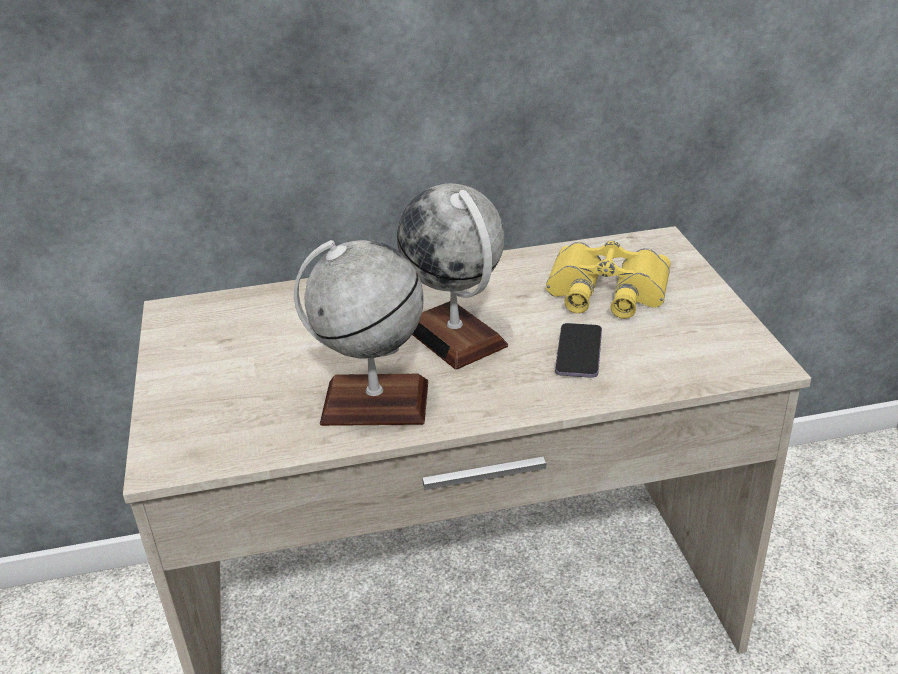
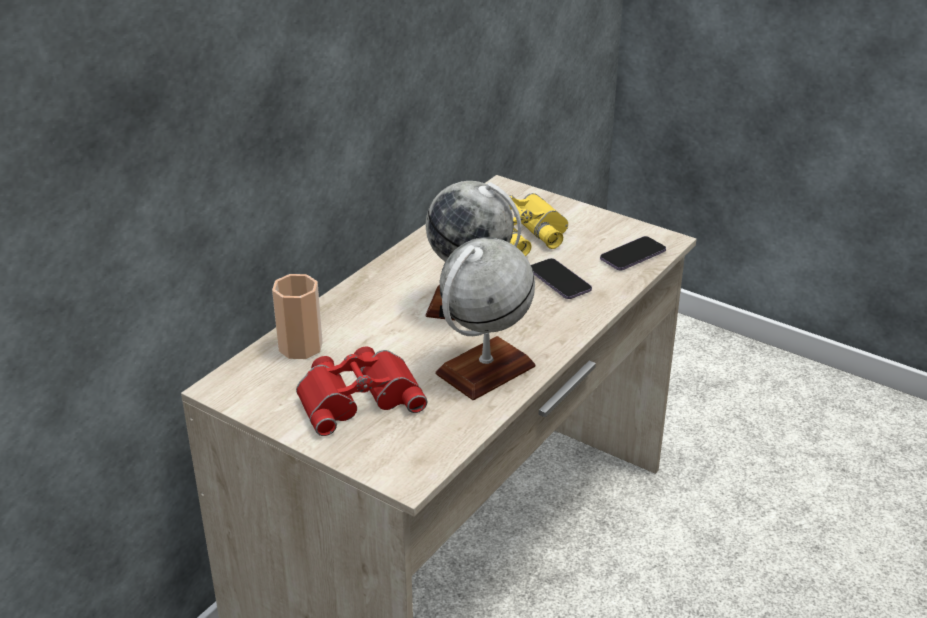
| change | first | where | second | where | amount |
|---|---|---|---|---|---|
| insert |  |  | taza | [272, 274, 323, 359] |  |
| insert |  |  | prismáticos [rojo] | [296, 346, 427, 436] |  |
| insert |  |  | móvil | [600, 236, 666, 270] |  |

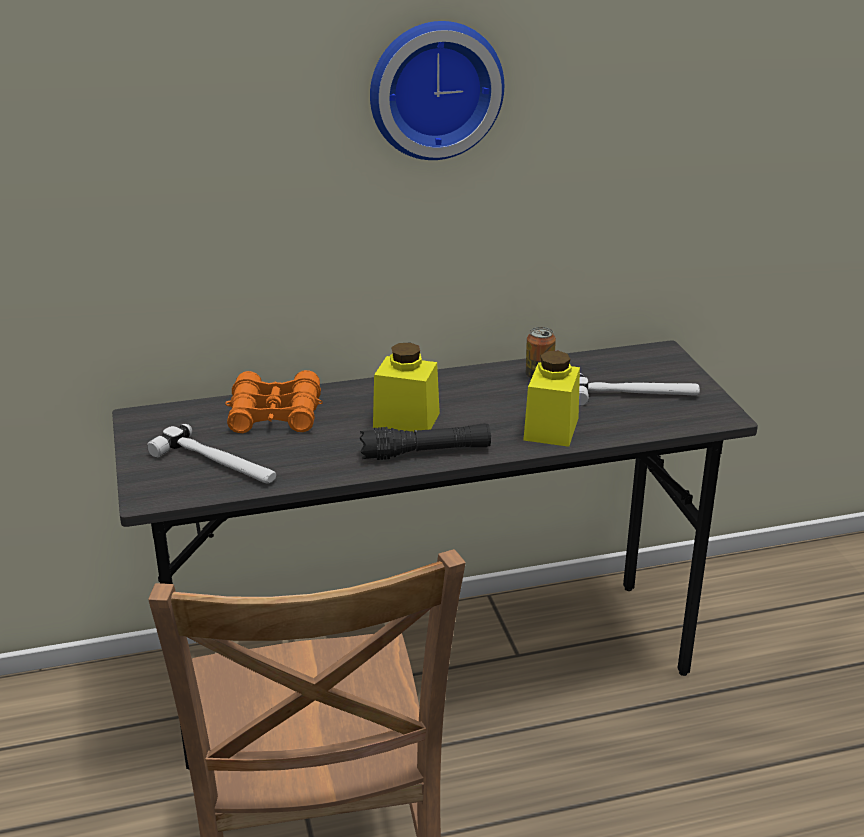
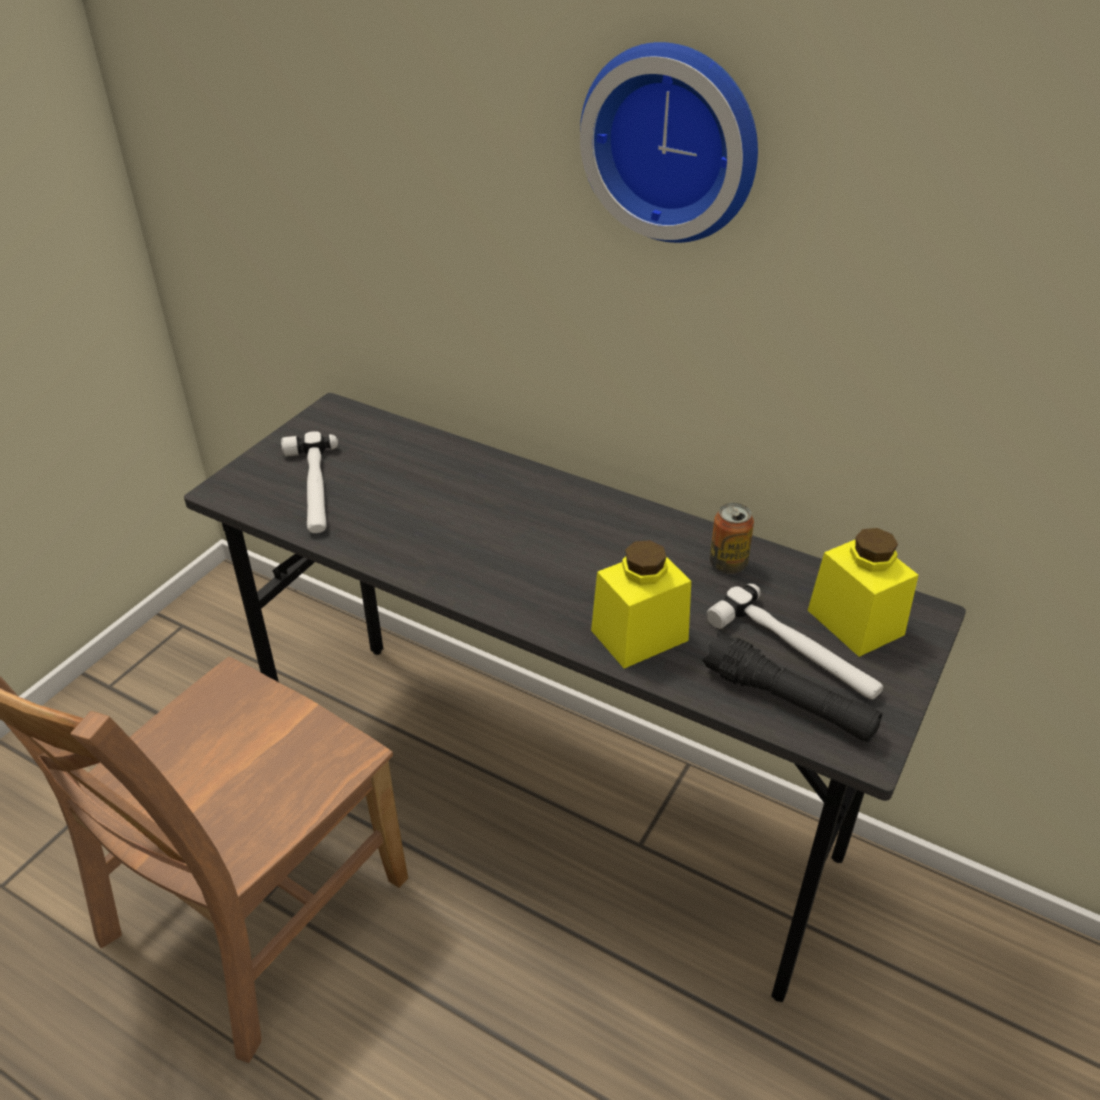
| change | first | where | second | where | amount |
|---|---|---|---|---|---|
| delete | prismáticos [naranja] | [225, 370, 323, 433] |  |  |  |
| move | linterna [negro] | [360, 423, 491, 460] |  | [703, 632, 882, 743] |  |
| move | tarro [amarillo] | [373, 343, 440, 432] |  | [808, 528, 918, 657] |  |

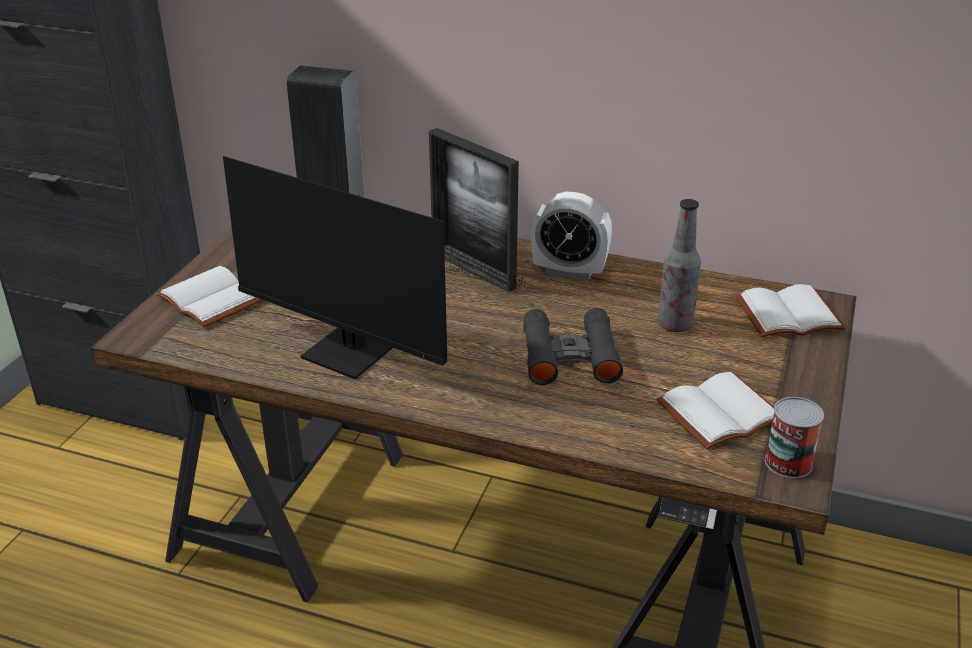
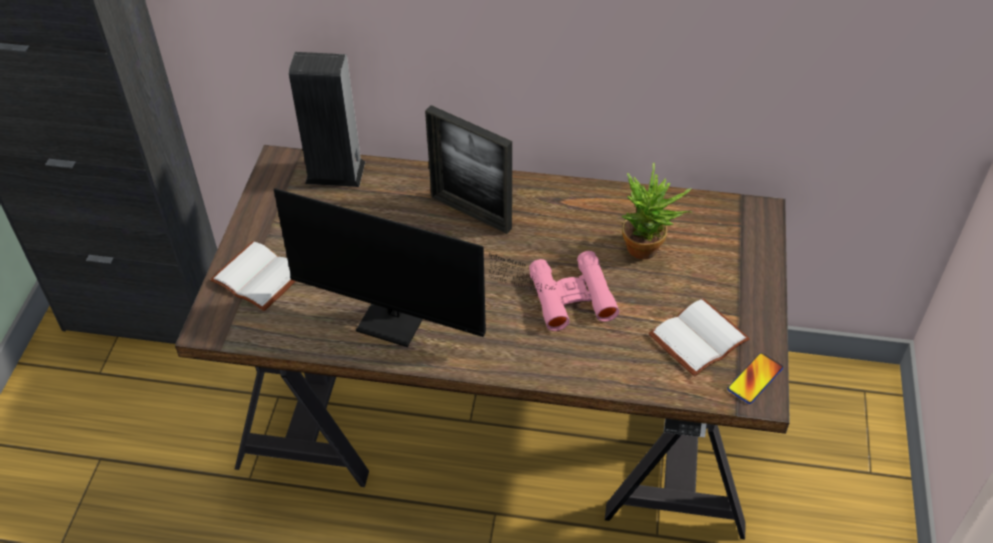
| change | first | where | second | where | amount |
|---|---|---|---|---|---|
| recolor | prismáticos [negro] | [523, 308, 623, 385] | prismáticos [rosa] | [529, 251, 619, 331] |  |
| delete | despertador | [531, 192, 612, 280] |  |  |  |
| replace | botella | [658, 199, 701, 332] | planta en maceta | [622, 163, 692, 259] |  |
| delete | libro [blanco] | [735, 284, 846, 337] |  |  |  |
| replace | lata | [765, 397, 824, 478] | móvil | [728, 353, 783, 404] |  |

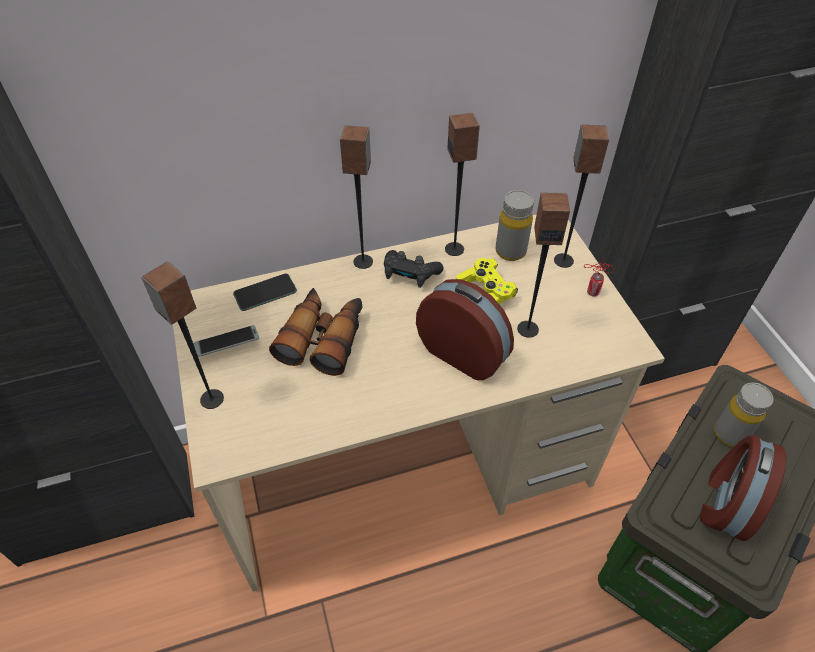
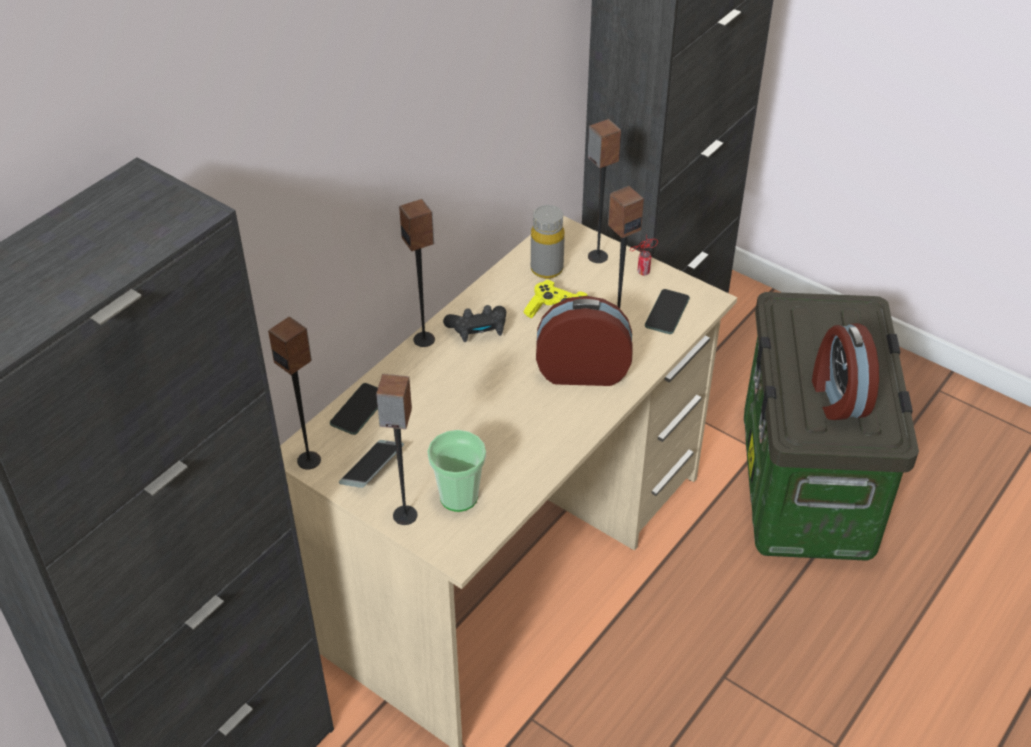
| change | first | where | second | where | amount |
|---|---|---|---|---|---|
| delete | prismáticos | [269, 288, 362, 376] |  |  |  |
| move | altavoz | [445, 113, 480, 256] |  | [268, 317, 321, 470] |  |
| delete | botella [gris] | [714, 382, 773, 447] |  |  |  |
| insert |  |  | taza | [427, 430, 486, 512] |  |
| insert |  |  | móvil | [645, 289, 690, 334] |  |

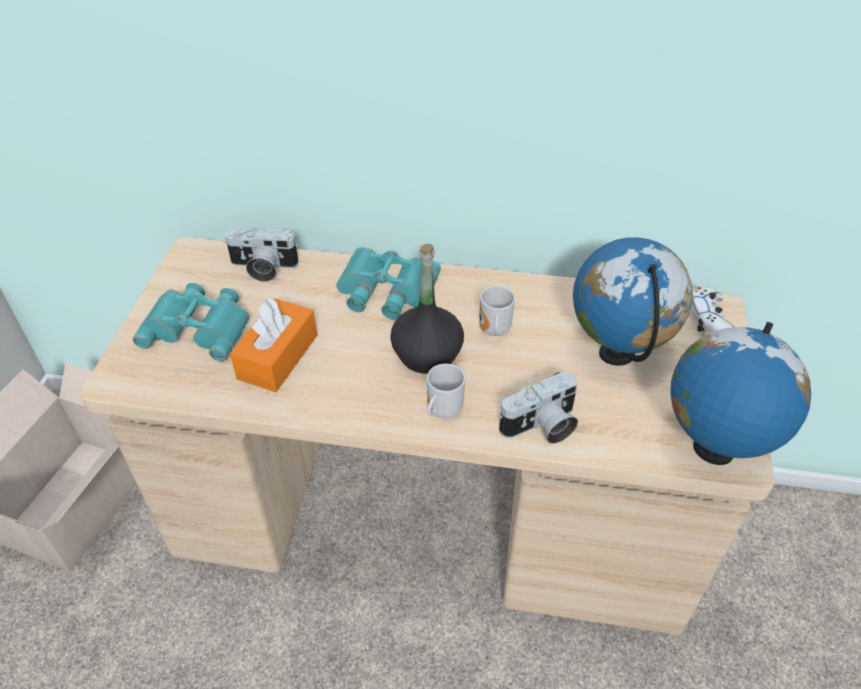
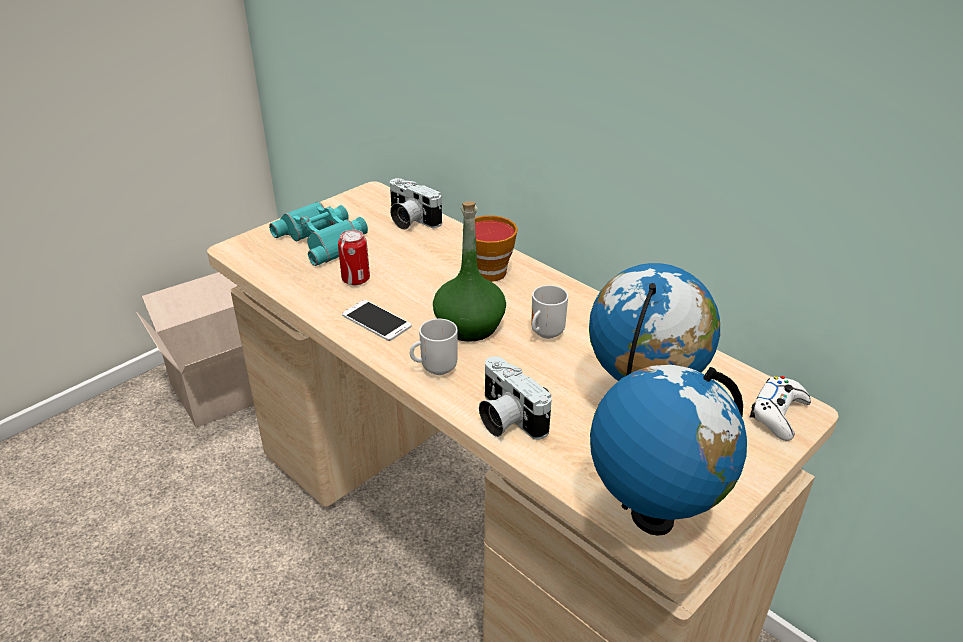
| change | first | where | second | where | amount |
|---|---|---|---|---|---|
| replace | caja de pañuelos [naranja] | [230, 298, 317, 392] | lata | [338, 230, 370, 285] |  |
| replace | prismáticos [turquesa] | [336, 247, 441, 319] | taza | [475, 215, 518, 282] |  |
| recolor | botella [negro] | [390, 244, 464, 374] | botella [verde] | [433, 201, 506, 342] |  |
| rotate | cámara | [499, 371, 578, 444] |  | [479, 356, 552, 440] | 45 degrees clockwise |
| insert |  |  | móvil | [342, 300, 412, 341] |  |

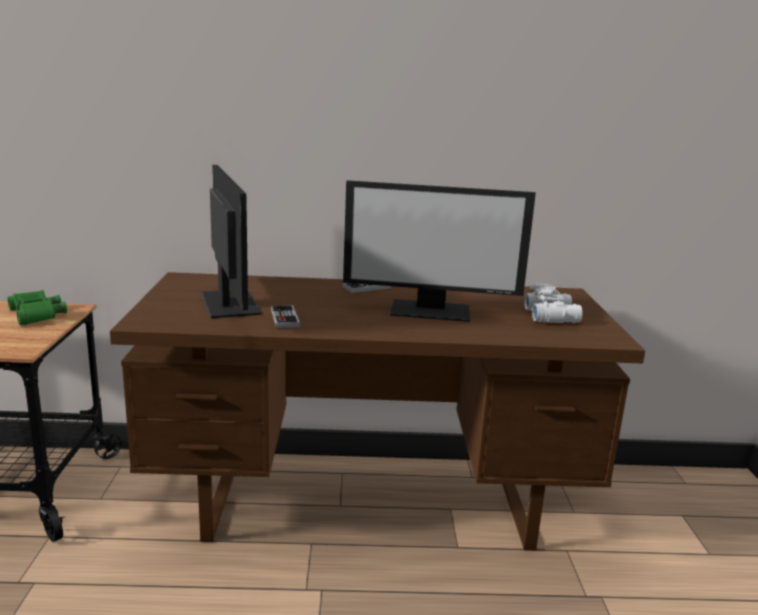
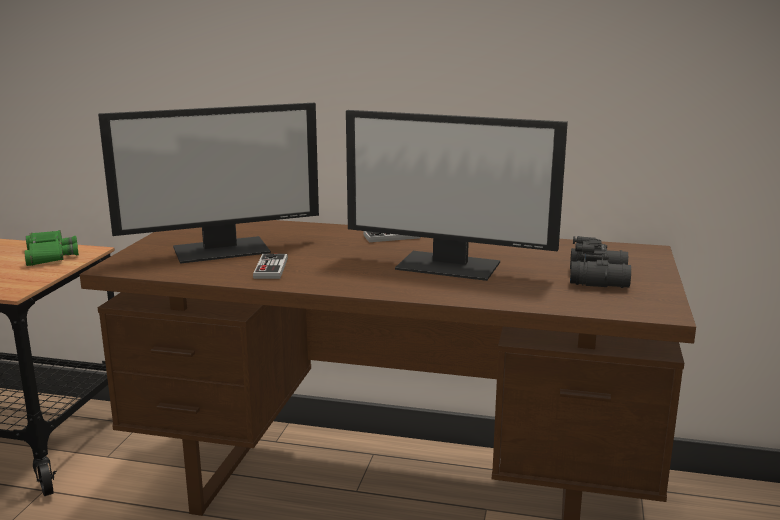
| change | first | where | second | where | amount |
|---|---|---|---|---|---|
| rotate | monitor | [201, 165, 261, 318] |  | [98, 103, 319, 264] | 75 degrees clockwise |
| recolor | prismáticos [blanco] | [524, 283, 583, 323] | prismáticos [negro] | [570, 236, 631, 288] |  |

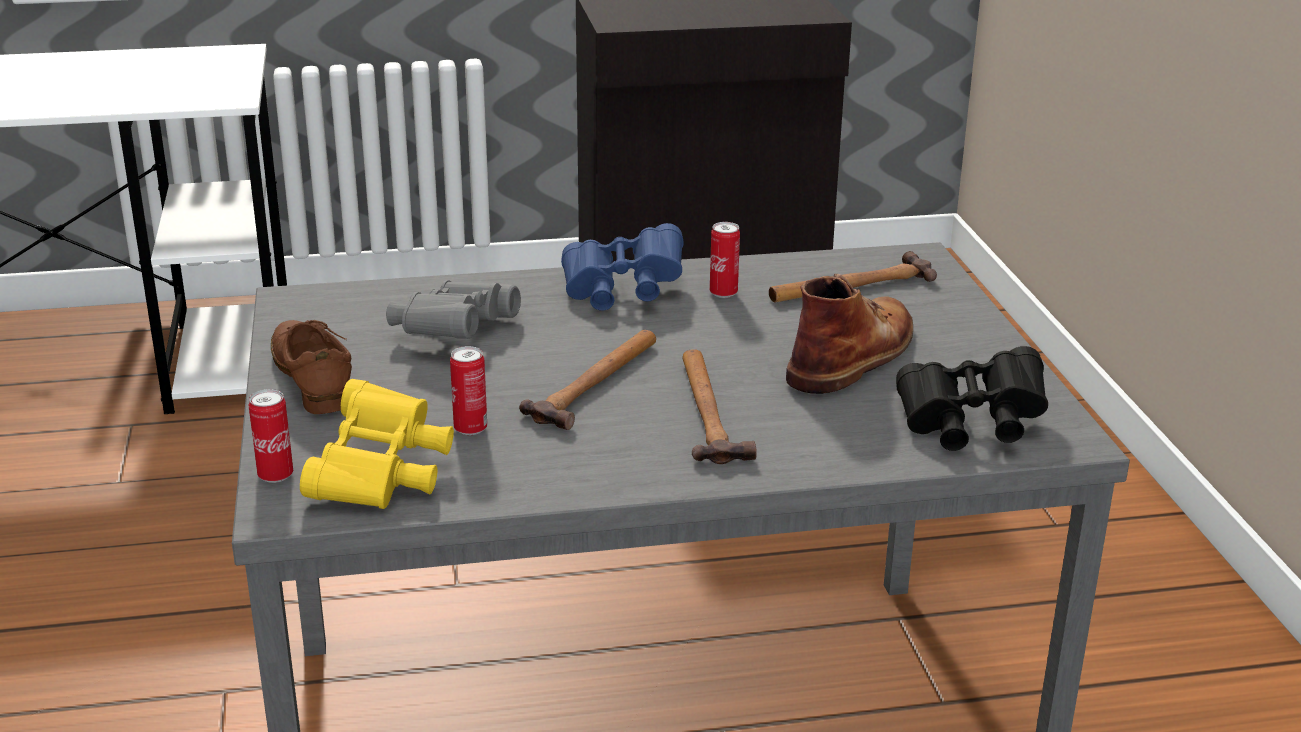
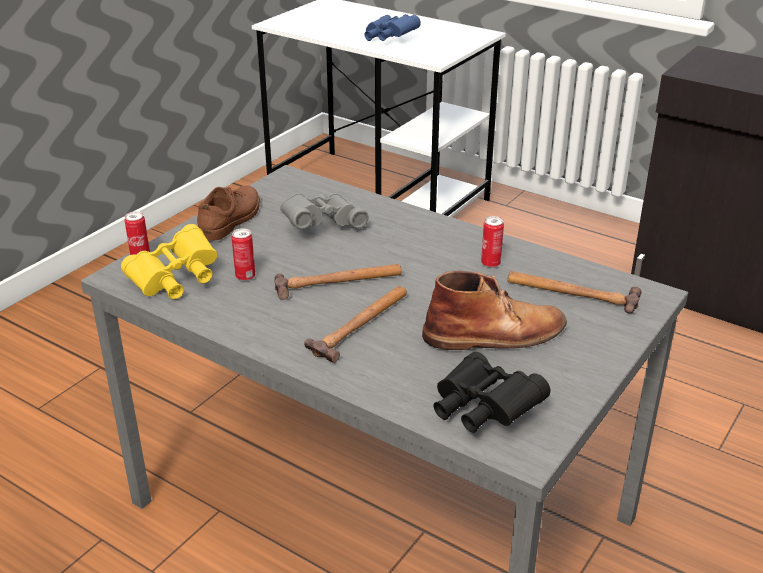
| change | first | where | second | where | amount |
|---|---|---|---|---|---|
| move | prismáticos [azul] | [561, 223, 684, 311] |  | [364, 14, 421, 41] |  |

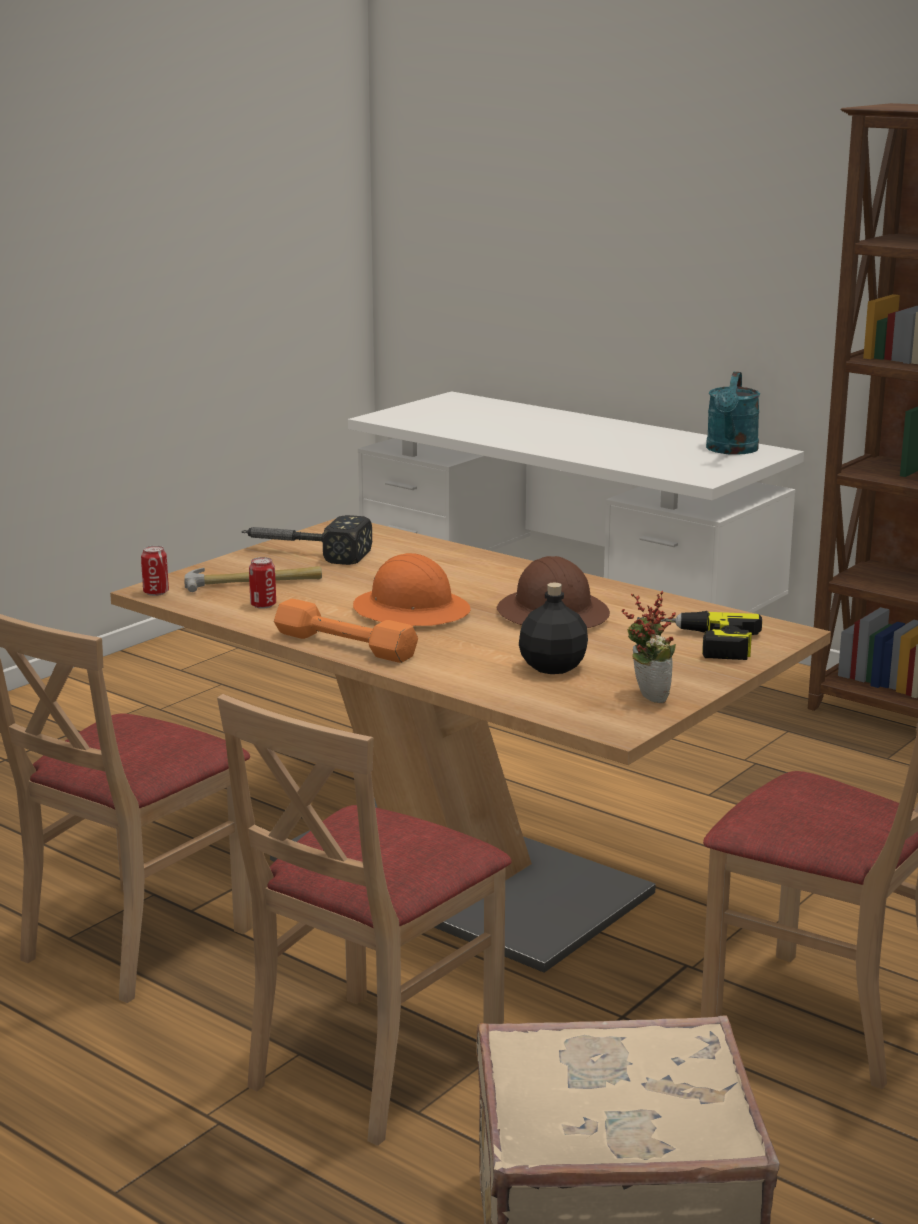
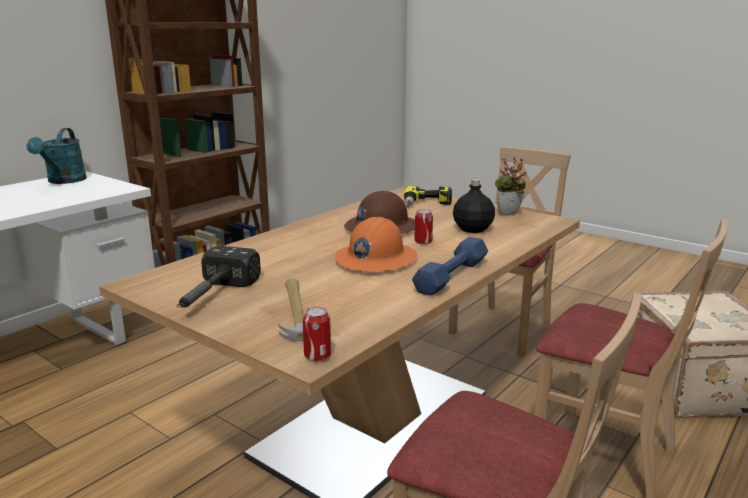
| change | first | where | second | where | amount |
|---|---|---|---|---|---|
| move | lata | [249, 557, 276, 609] |  | [414, 209, 433, 244] |  |
| recolor | mancuerna [naranja] | [274, 599, 418, 663] | mancuerna [azul] | [412, 237, 488, 296] |  |
| rotate | regadera [turquesa] | [706, 372, 760, 455] |  | [26, 128, 87, 184] | 75 degrees clockwise |

